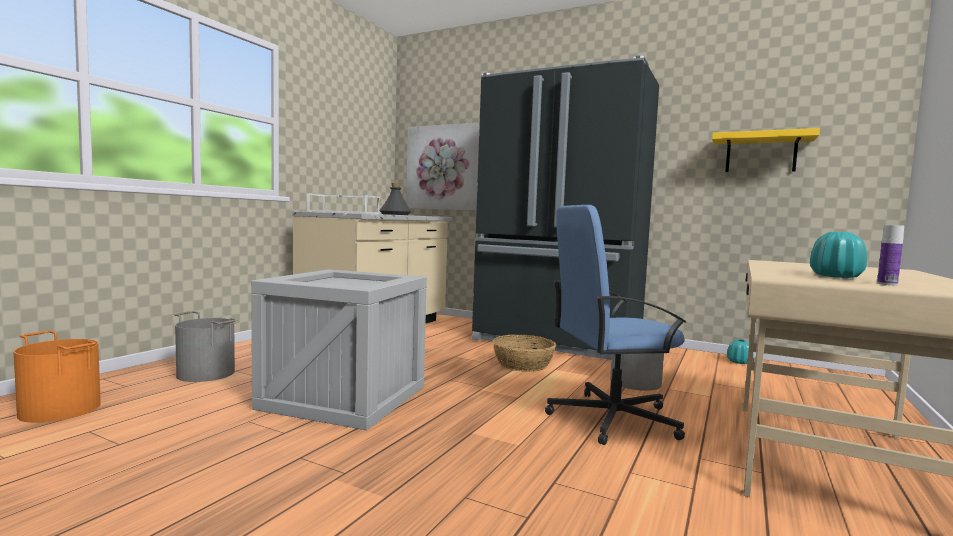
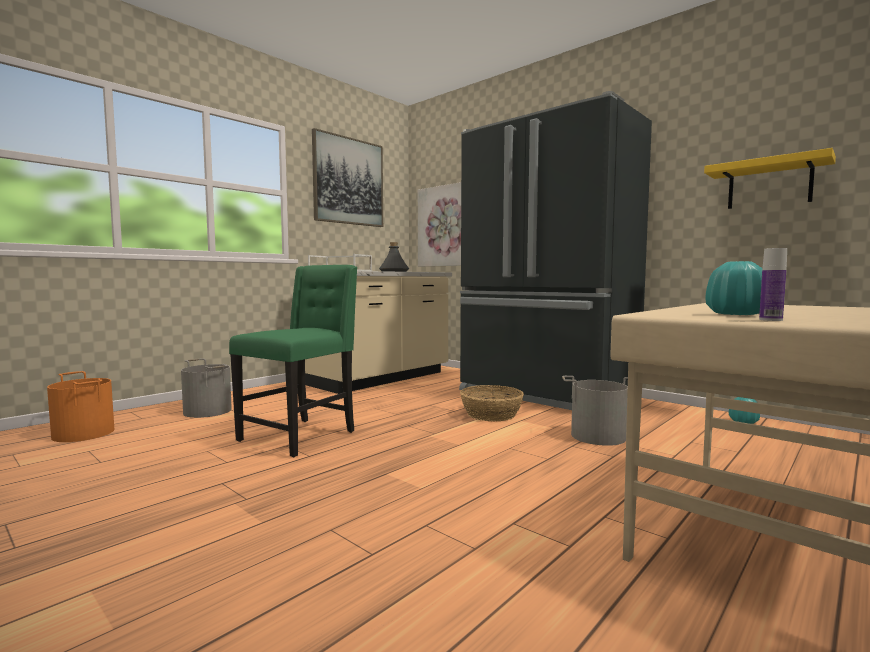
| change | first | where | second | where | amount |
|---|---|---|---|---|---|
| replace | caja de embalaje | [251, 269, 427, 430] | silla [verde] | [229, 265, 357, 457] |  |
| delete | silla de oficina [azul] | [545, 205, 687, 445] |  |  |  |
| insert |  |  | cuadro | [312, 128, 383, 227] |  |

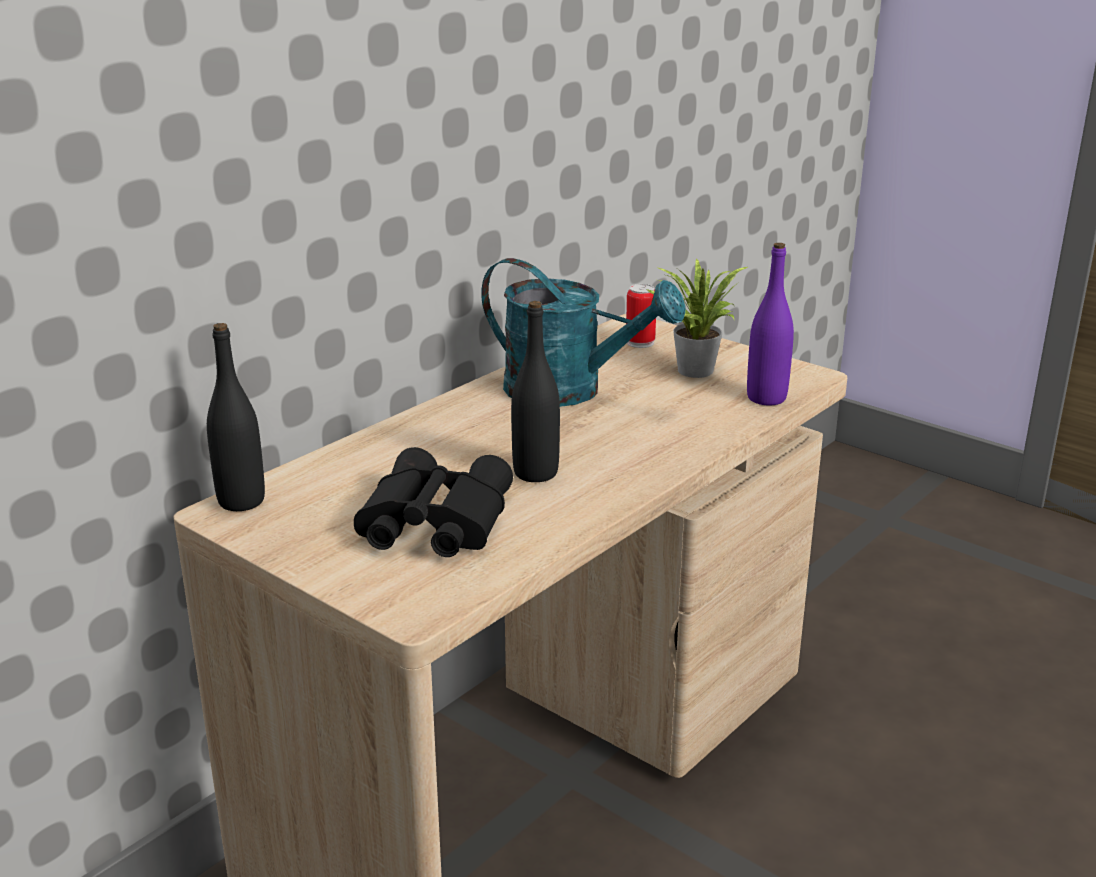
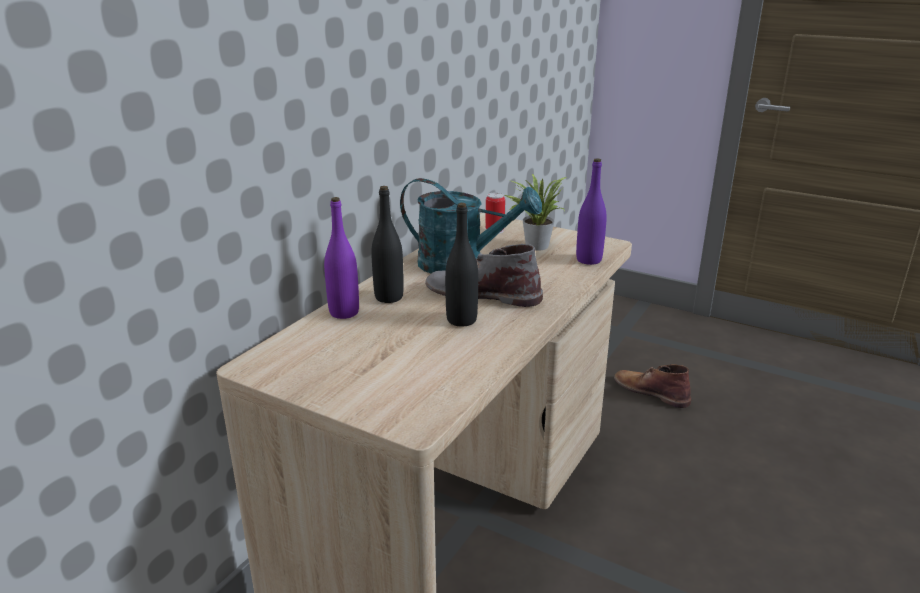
| change | first | where | second | where | amount |
|---|---|---|---|---|---|
| move | botella [negro] | [207, 323, 265, 511] |  | [371, 186, 404, 303] |  |
| delete | prismáticos [negro] | [354, 447, 513, 557] |  |  |  |
| insert |  |  | botella [morado] | [324, 197, 359, 319] |  |
| insert |  |  | bota [gris] | [426, 244, 543, 307] |  |
| insert |  |  | bota [marrón] | [614, 364, 691, 408] |  |

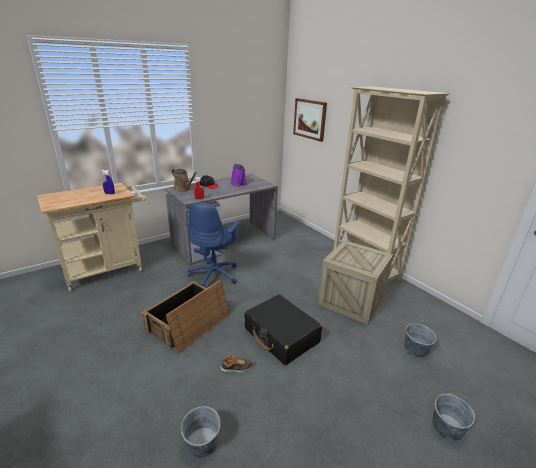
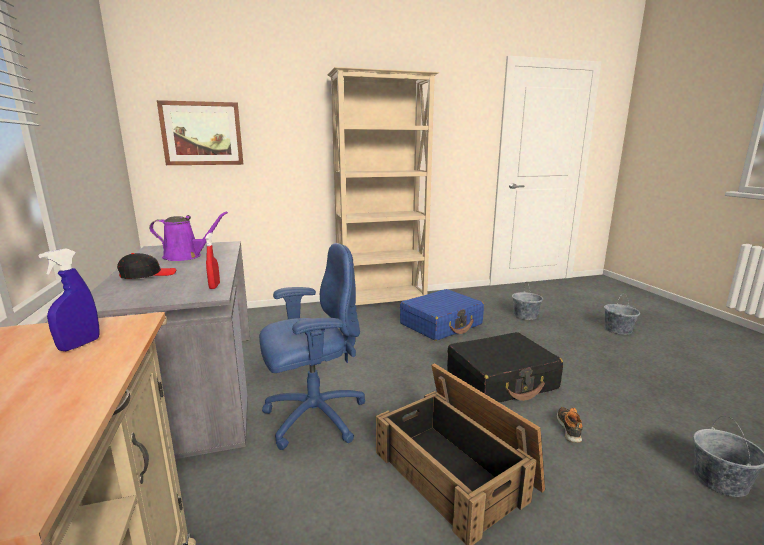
| change | first | where | second | where | amount |
|---|---|---|---|---|---|
| delete | regadera [marrón] | [172, 169, 197, 192] |  |  |  |
| rotate | silla de oficina [azul] | [185, 202, 240, 288] |  | [259, 243, 365, 450] | 60 degrees counterclockwise |
| replace | caja de embalaje | [318, 240, 393, 325] | maleta [azul] | [400, 289, 484, 341] |  |

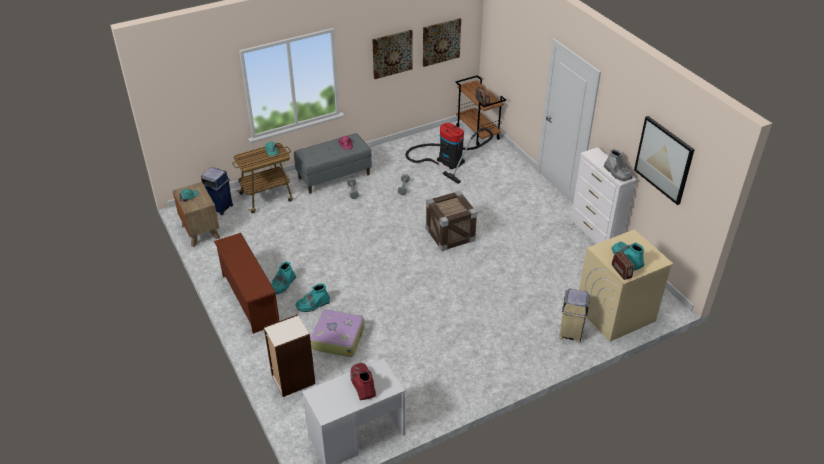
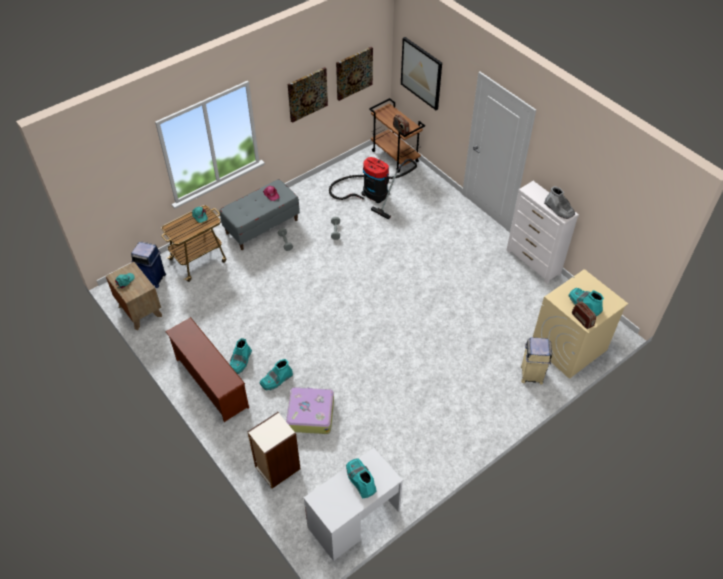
| change | first | where | second | where | amount |
|---|---|---|---|---|---|
| recolor | bota [rojo] | [351, 363, 376, 400] | bota [turquesa] | [346, 458, 377, 498] |  |
| delete | caja de embalaje | [426, 191, 477, 251] |  |  |  |
| move | cuadro | [634, 116, 695, 205] |  | [401, 37, 442, 110] |  |

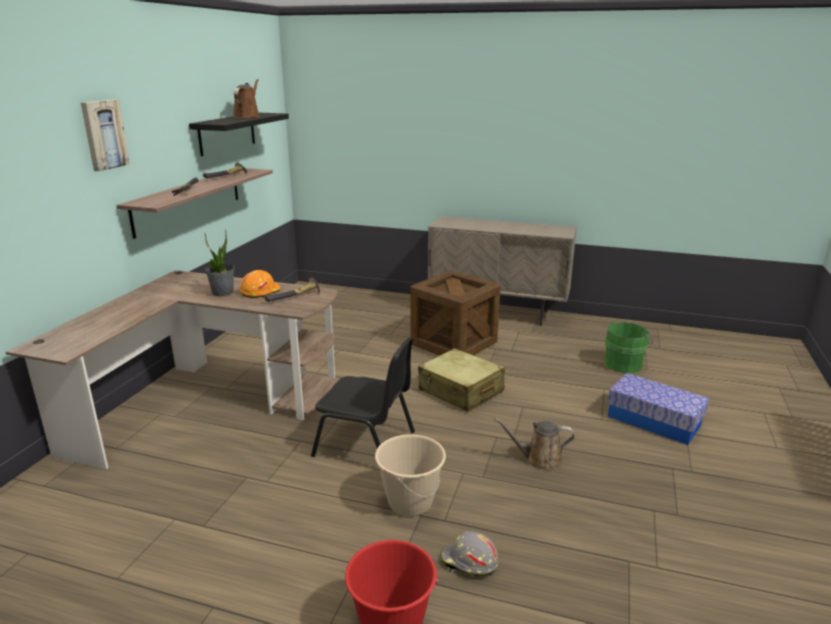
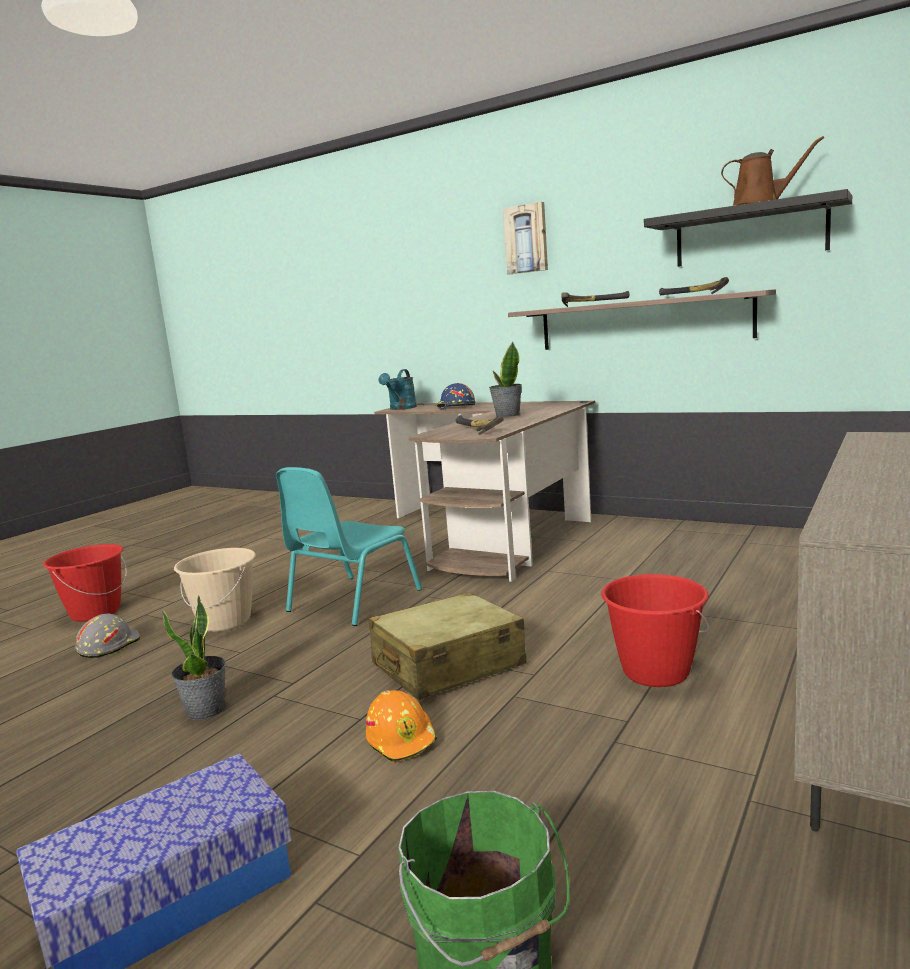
| change | first | where | second | where | amount |
|---|---|---|---|---|---|
| move | casco [naranja] | [240, 270, 281, 298] |  | [366, 690, 438, 763] |  |
| recolor | silla [negro] | [311, 337, 415, 457] | silla [turquesa] | [276, 467, 422, 626] |  |
| replace | caja de embalaje | [411, 270, 501, 356] | cubo [rojo] | [601, 574, 709, 687] |  |
| replace | regadera [marrón] | [494, 418, 575, 471] | planta en maceta | [162, 595, 226, 720] |  |
| insert |  |  | regadera [turquesa] | [378, 369, 417, 410] |  |
| insert |  |  | casco [azul] | [435, 383, 475, 410] |  |

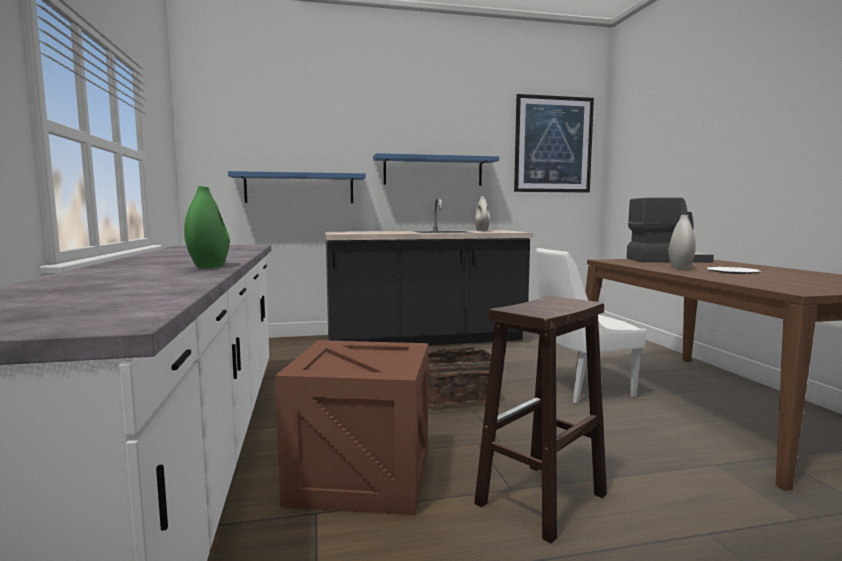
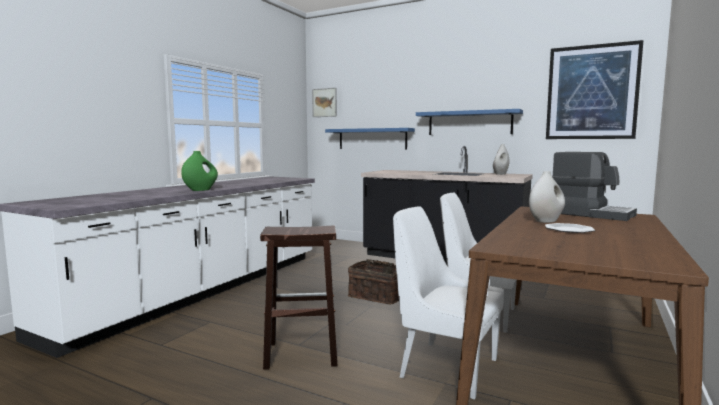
| change | first | where | second | where | amount |
|---|---|---|---|---|---|
| delete | caja de embalaje | [275, 340, 428, 515] |  |  |  |
| insert |  |  | cuadro | [312, 88, 337, 117] |  |
| insert |  |  | silla [blanco] | [393, 206, 504, 399] |  |

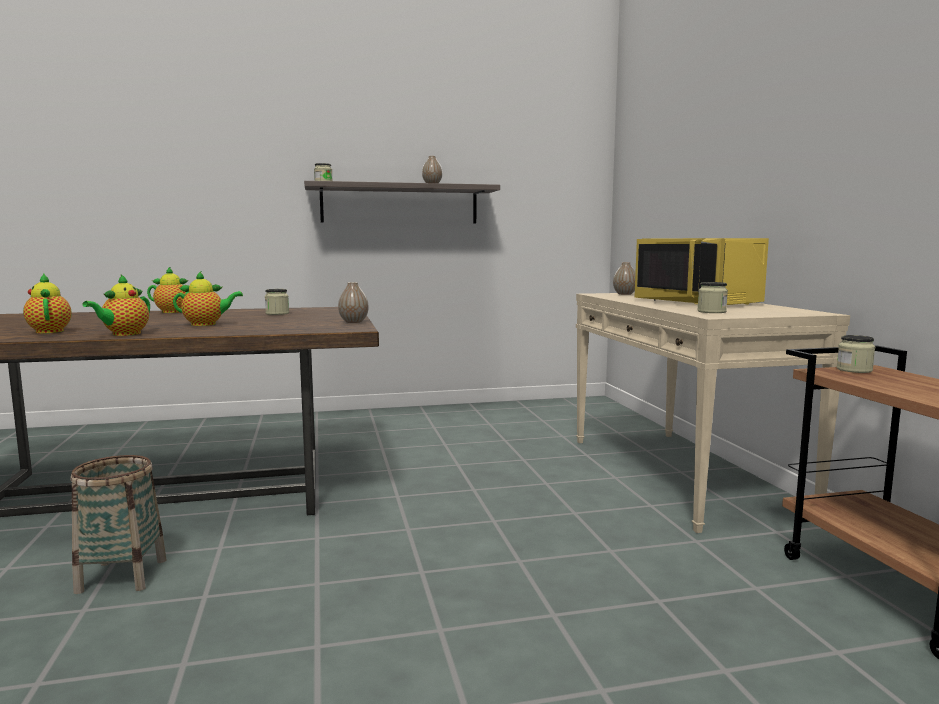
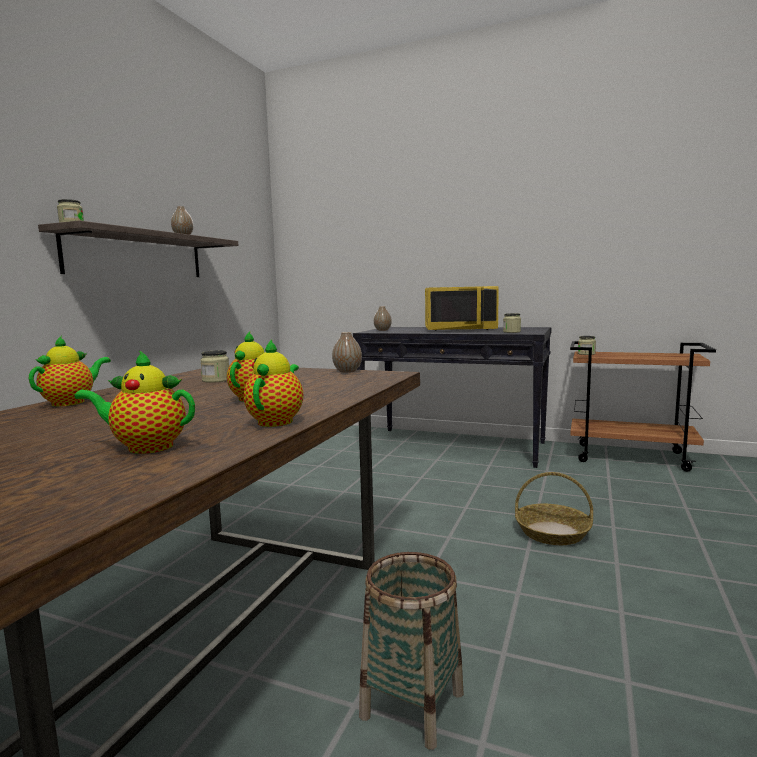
| change | first | where | second | where | amount |
|---|---|---|---|---|---|
| rotate | tetera | [82, 275, 150, 336] |  | [244, 339, 303, 427] | 135 degrees counterclockwise |
| recolor | mesa consola [beis] | [576, 293, 850, 533] | mesa consola [negro] | [353, 327, 552, 468] |  |
| insert |  |  | cesta | [515, 472, 593, 545] |  |

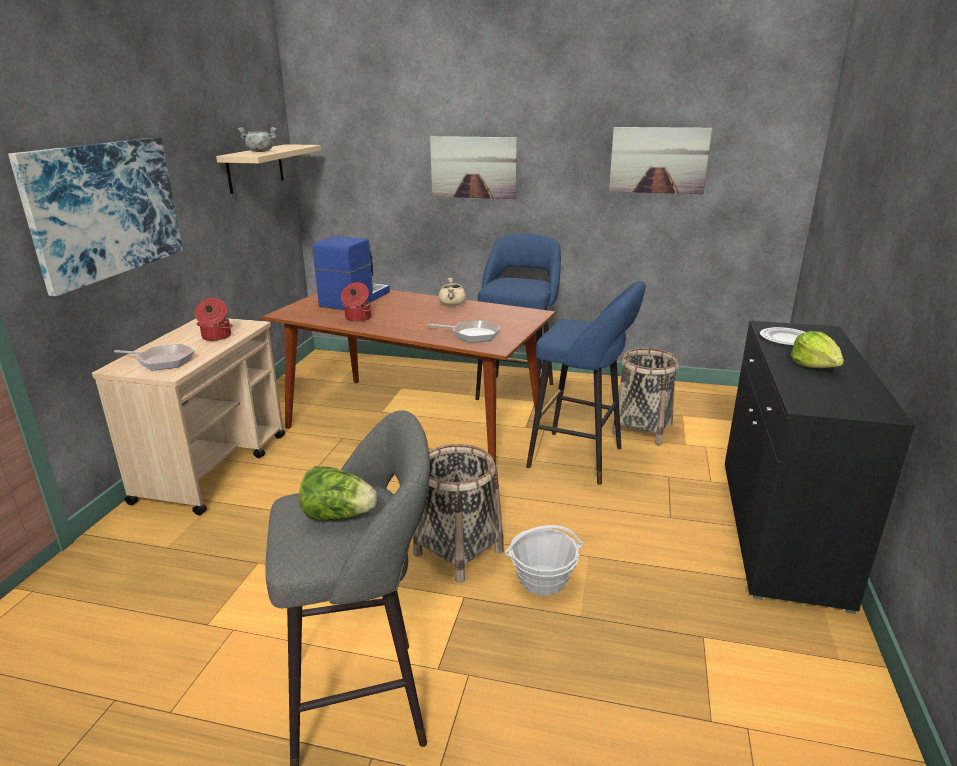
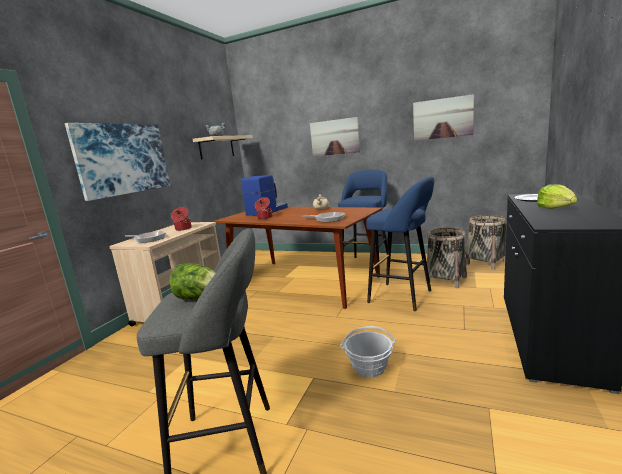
| change | first | where | second | where | amount |
|---|---|---|---|---|---|
| move | cesta | [413, 444, 504, 583] |  | [466, 215, 506, 270] |  |

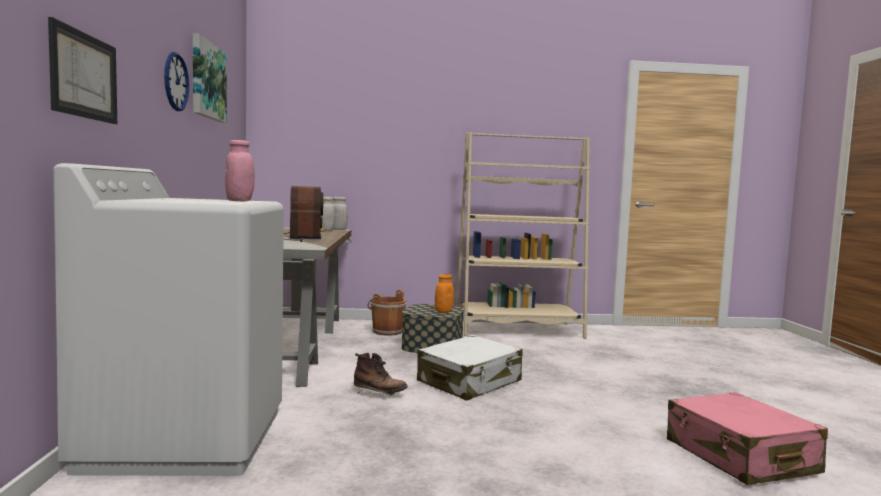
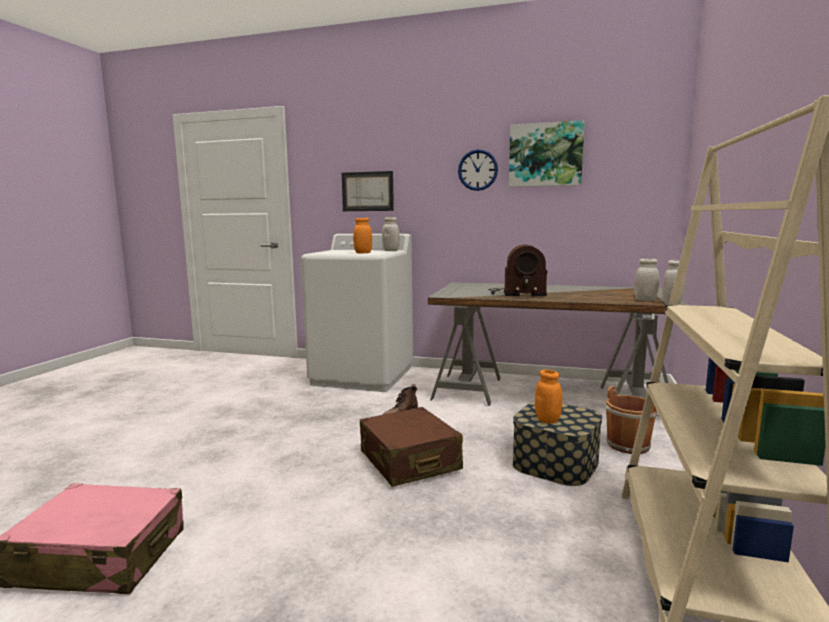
| change | first | where | second | where | amount |
|---|---|---|---|---|---|
| recolor | tarro [rosa] | [225, 140, 255, 201] | tarro [naranja] | [353, 218, 372, 253] |  |
| recolor | maleta [blanco] | [417, 335, 523, 401] | maleta [marrón] | [360, 407, 463, 487] |  |
| insert |  |  | tarro [blanco] | [382, 217, 400, 251] |  |

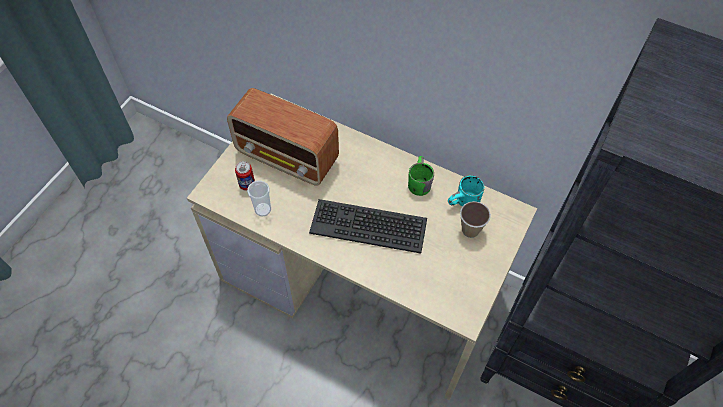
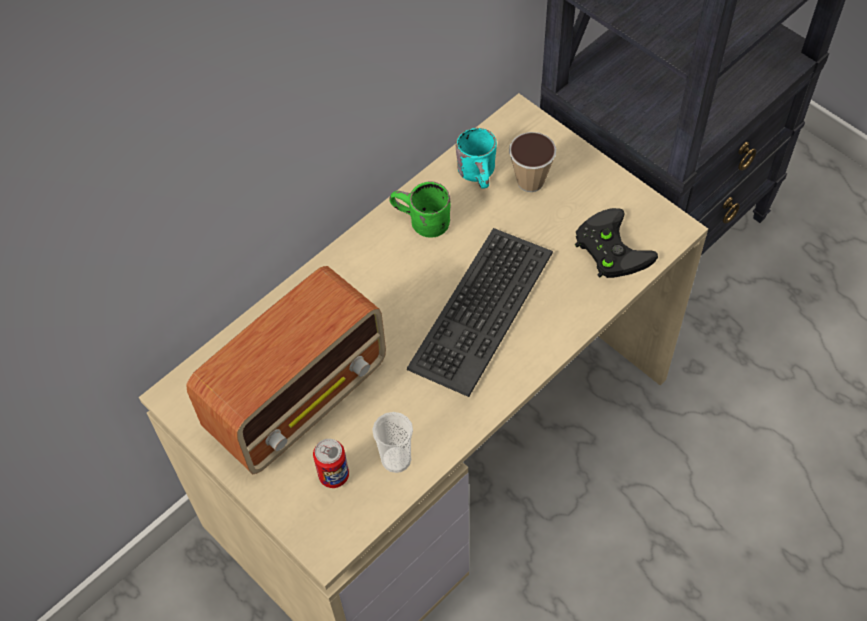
| change | first | where | second | where | amount |
|---|---|---|---|---|---|
| insert |  |  | mando de consola [negro] | [575, 208, 658, 278] |  |

